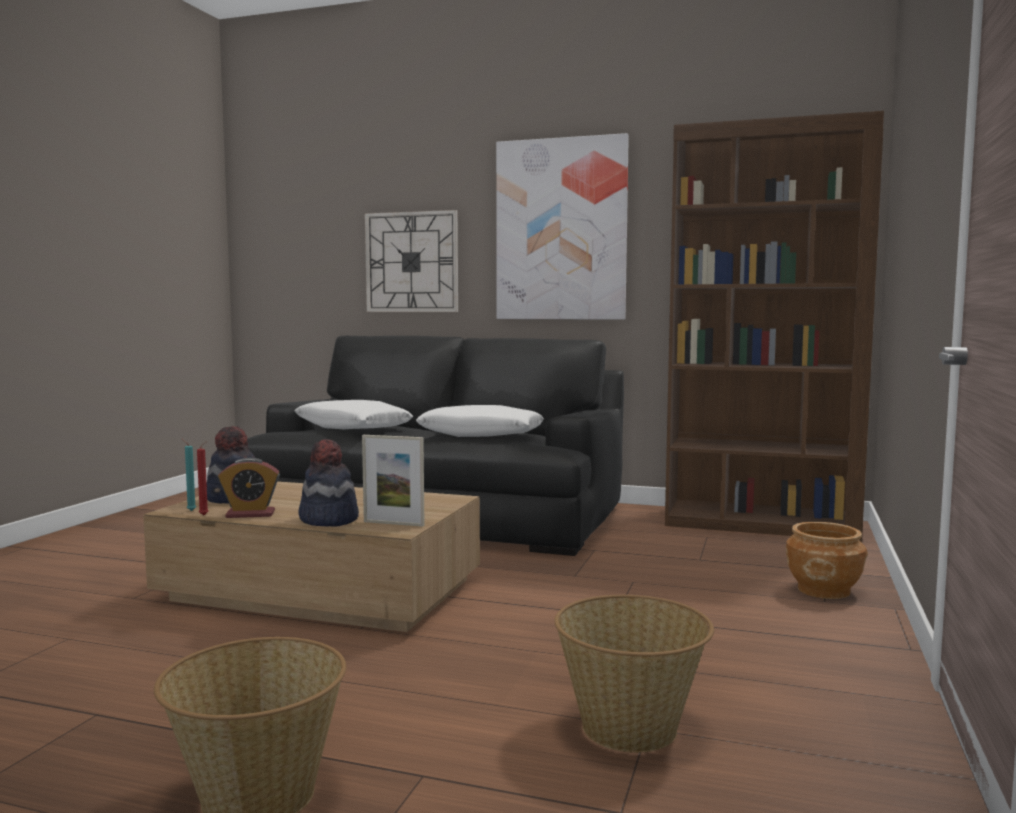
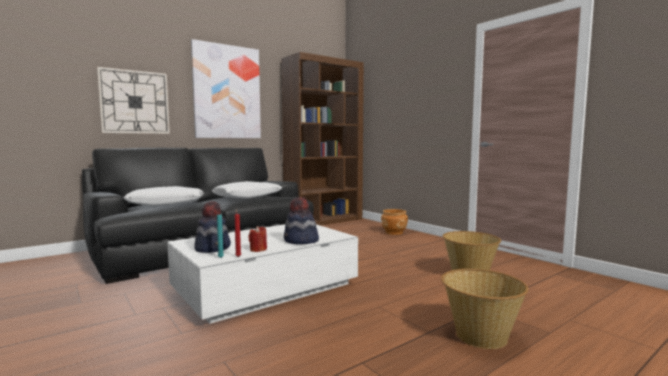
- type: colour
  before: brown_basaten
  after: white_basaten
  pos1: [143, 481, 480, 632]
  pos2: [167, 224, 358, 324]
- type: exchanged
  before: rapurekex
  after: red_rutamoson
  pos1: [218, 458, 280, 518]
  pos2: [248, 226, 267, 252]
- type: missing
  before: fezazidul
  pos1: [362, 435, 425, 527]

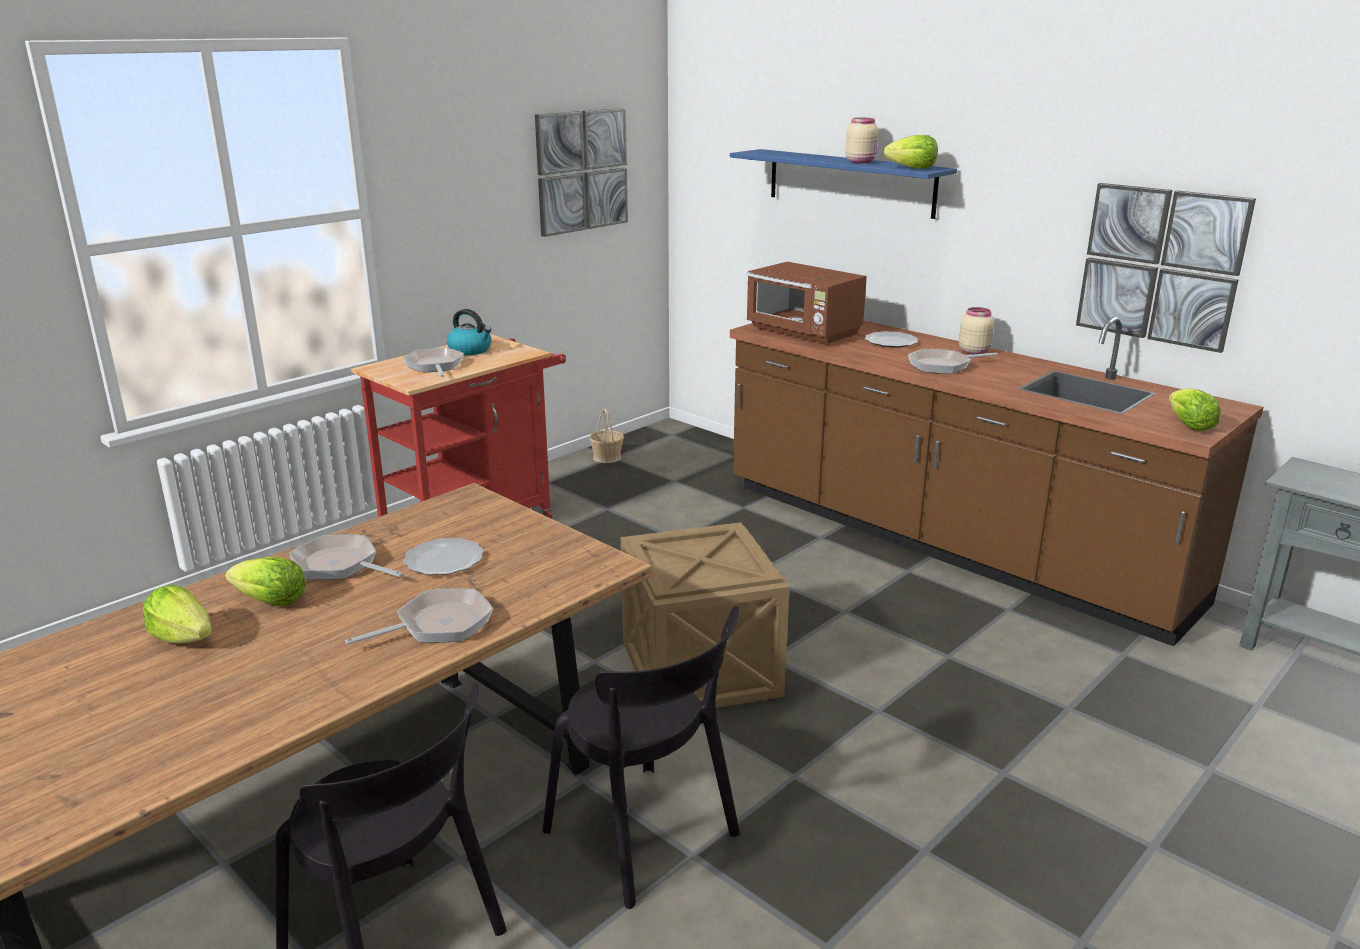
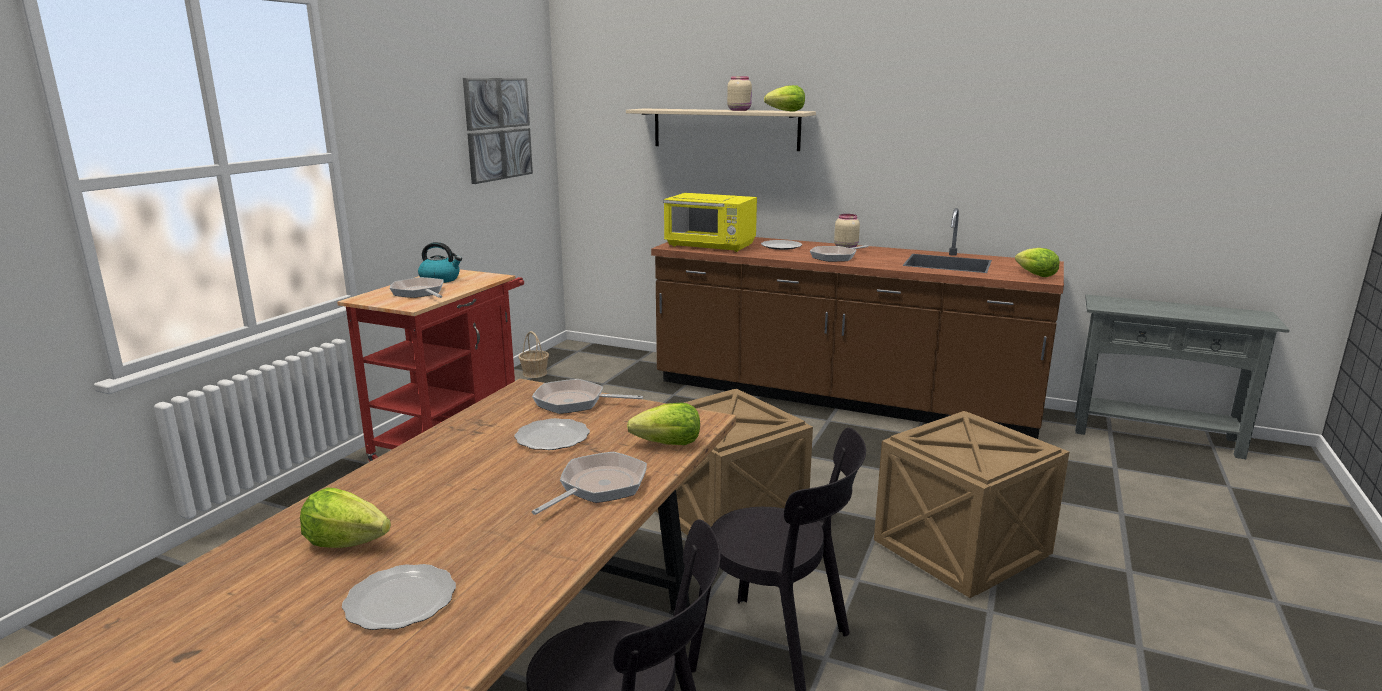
- type: appeared
  after: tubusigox
  pos2: [342, 564, 456, 630]
- type: relocated
  before: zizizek
  pos1: [290, 535, 403, 580]
  pos2: [532, 379, 643, 414]
- type: colour
  before: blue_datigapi
  after: beige_datigapi
  pos1: [730, 149, 957, 219]
  pos2: [626, 108, 816, 151]
- type: relocated
  before: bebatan
  pos1: [225, 557, 306, 606]
  pos2: [627, 403, 700, 445]
- type: colour
  before: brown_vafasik
  after: yellow_vafasik
  pos1: [746, 262, 867, 345]
  pos2: [663, 193, 757, 252]
- type: appeared
  after: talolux
  pos2: [874, 411, 1069, 598]
- type: missing
  before: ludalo
  pos1: [1076, 183, 1256, 353]

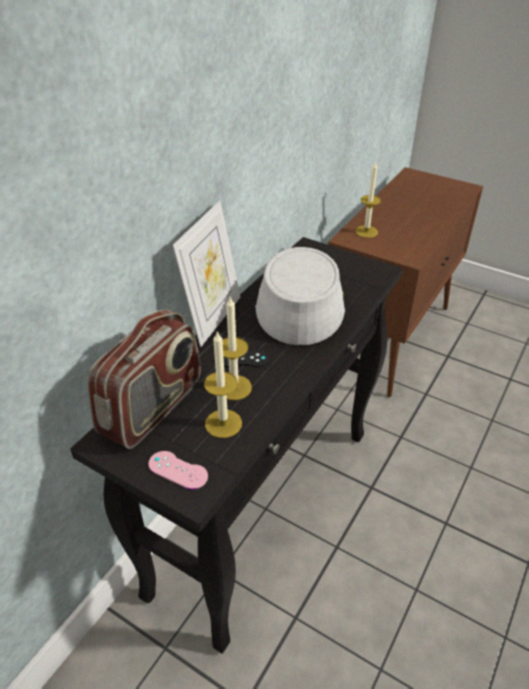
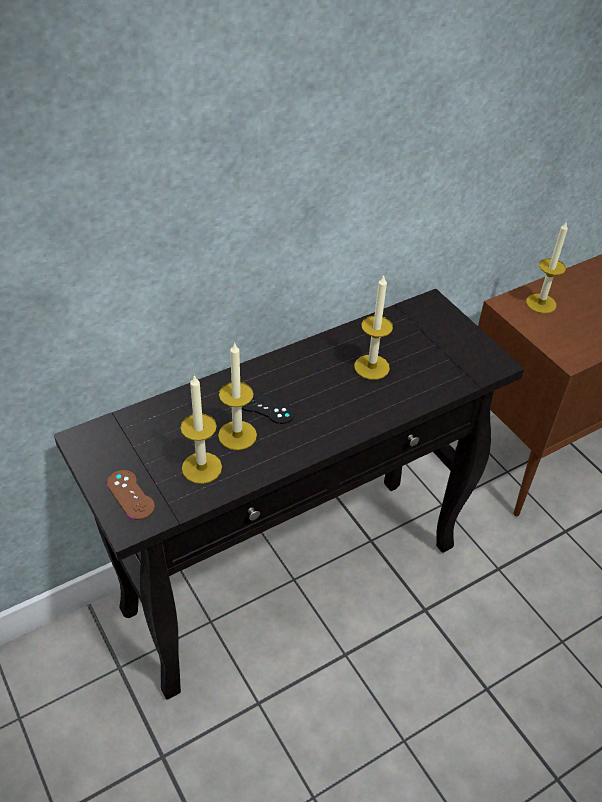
- type: colour
  before: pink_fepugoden
  after: brown_fepugoden
  pos1: [148, 451, 208, 489]
  pos2: [107, 470, 155, 520]
- type: exchanged
  before: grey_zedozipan
  after: rutamoson
  pos1: [255, 247, 345, 345]
  pos2: [354, 274, 393, 380]
- type: missing
  before: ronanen
  pos1: [87, 309, 201, 449]
- type: missing
  before: fezazidul
  pos1: [172, 200, 240, 347]

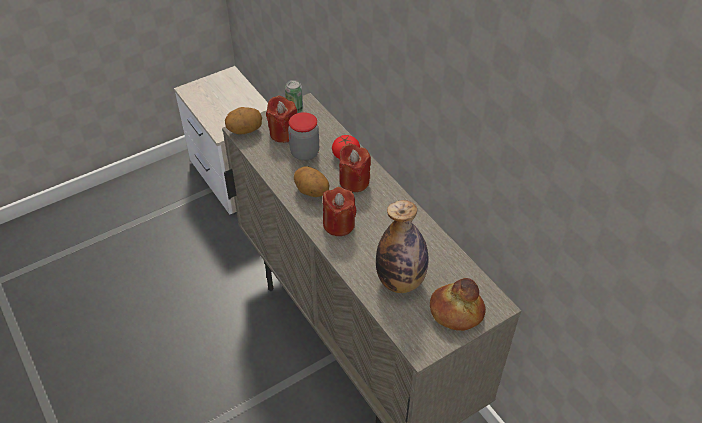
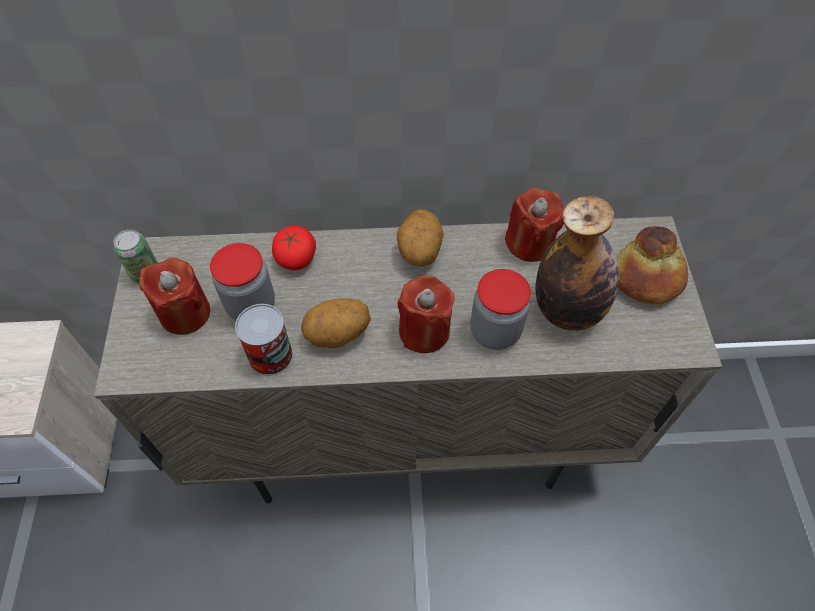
- type: appeared
  after: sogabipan
  pos2: [235, 304, 293, 376]
- type: relocated
  before: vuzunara
  pos1: [225, 107, 262, 135]
  pos2: [397, 209, 444, 267]
- type: appeared
  after: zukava
  pos2: [471, 269, 531, 350]
- type: relocated
  before: red_rutamoson
  pos1: [339, 143, 371, 192]
  pos2: [505, 187, 564, 262]

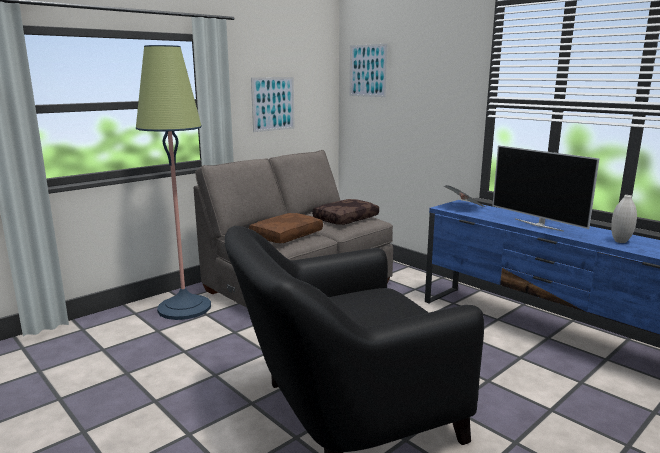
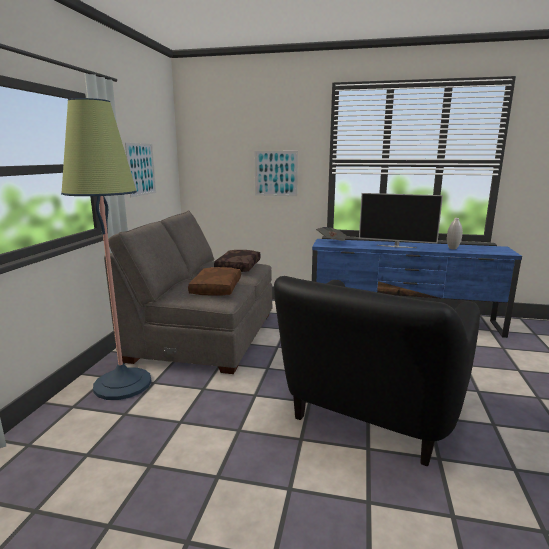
- type: relocated
  before: ludalo
  pos1: [350, 44, 388, 97]
  pos2: [255, 151, 298, 196]

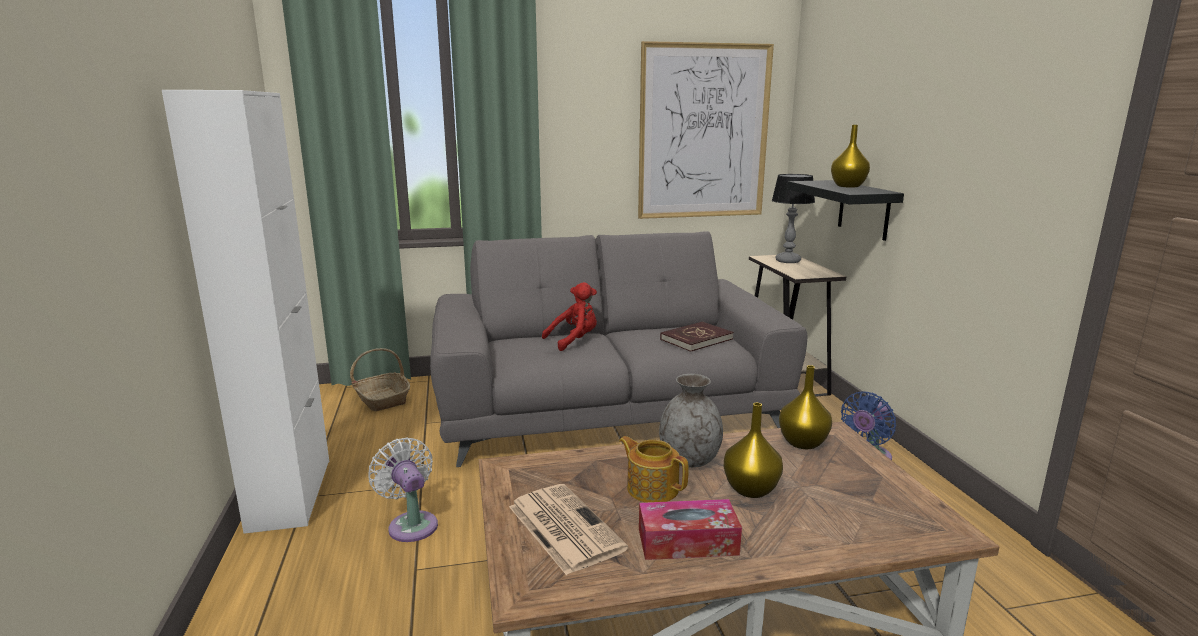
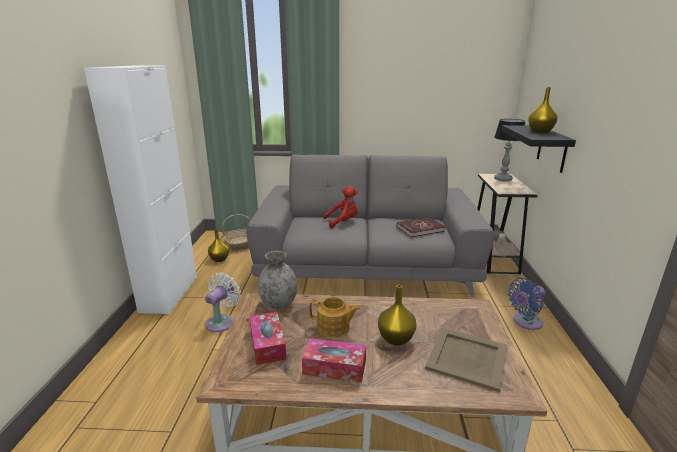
- type: spun
  before: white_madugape
  pos1: [368, 437, 438, 542]
  pos2: [205, 273, 241, 332]
  turn: 45
- type: relocated
  before: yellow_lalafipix
  pos1: [779, 365, 832, 449]
  pos2: [208, 228, 229, 262]
- type: exchanged
  before: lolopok
  after: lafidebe
  pos1: [509, 484, 628, 575]
  pos2: [250, 312, 286, 365]
- type: relocated
  before: grey_lalafipix
  pos1: [659, 374, 723, 468]
  pos2: [258, 251, 298, 309]
- type: spun
  before: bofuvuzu
  pos1: [619, 436, 689, 502]
  pos2: [309, 297, 361, 338]
  turn: 135
- type: appeared
  after: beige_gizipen
  pos2: [425, 327, 508, 392]
- type: missing
  before: ludalo
  pos1: [638, 41, 774, 219]

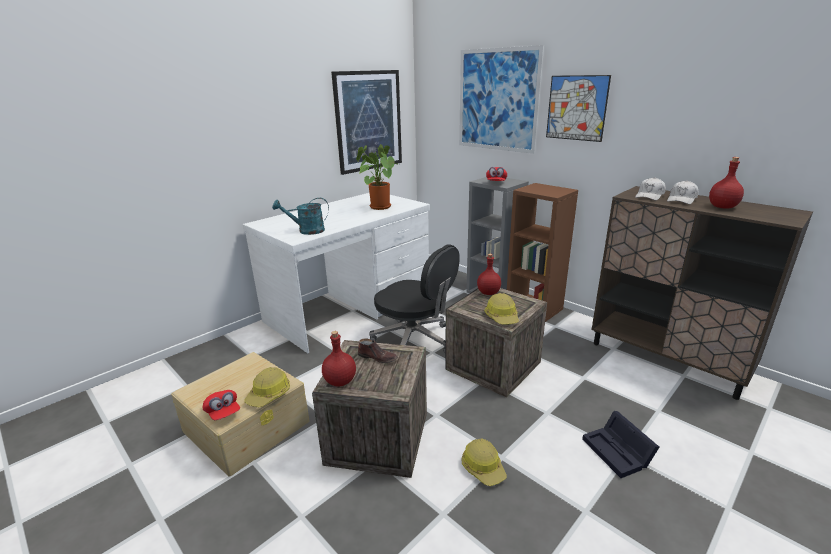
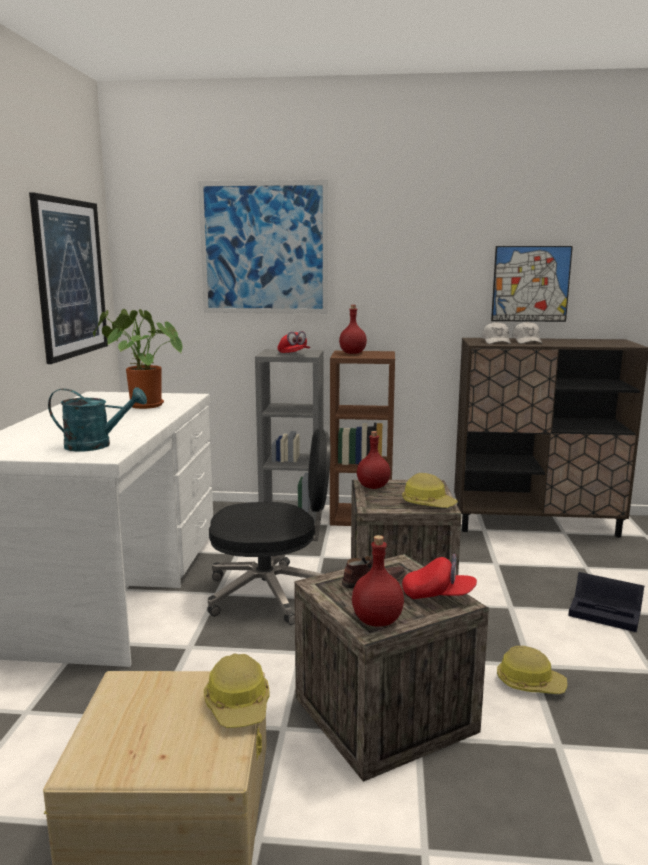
- type: spun
  before: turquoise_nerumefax
  pos1: [272, 198, 329, 235]
  pos2: [48, 387, 147, 451]
  turn: -135
- type: relocated
  before: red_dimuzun
  pos1: [709, 157, 744, 209]
  pos2: [339, 305, 367, 354]
- type: relocated
  before: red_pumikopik
  pos1: [202, 390, 240, 420]
  pos2: [402, 554, 477, 599]
- type: relocated
  before: ludalo
  pos1: [546, 75, 611, 142]
  pos2: [491, 246, 573, 322]

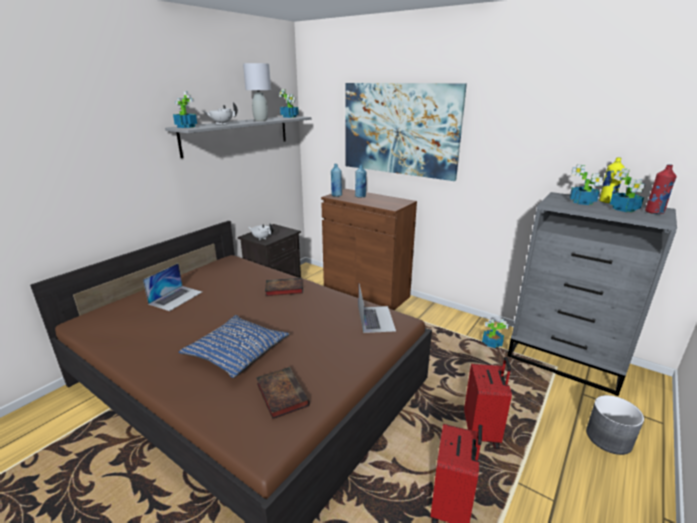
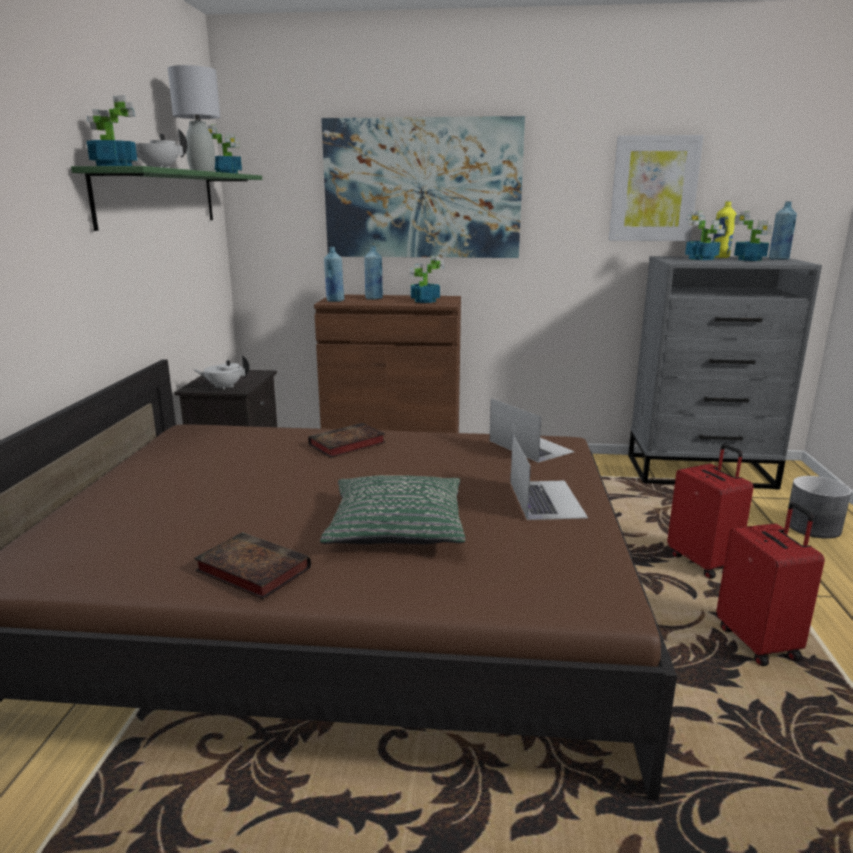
- type: colour
  before: grey_datigapi
  after: green_datigapi
  pos1: [165, 116, 311, 158]
  pos2: [71, 166, 262, 231]
- type: relocated
  before: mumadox
  pos1: [256, 367, 310, 419]
  pos2: [194, 532, 311, 600]
- type: colour
  before: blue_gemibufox
  after: green_gemibufox
  pos1: [179, 315, 289, 378]
  pos2: [320, 475, 465, 544]
- type: relocated
  before: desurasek
  pos1: [482, 319, 509, 348]
  pos2: [410, 256, 444, 303]
- type: relocated
  before: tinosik
  pos1: [143, 263, 202, 311]
  pos2: [510, 434, 588, 520]
- type: appeared
  after: ludalo
  pos2: [609, 135, 704, 241]
- type: colour
  before: red_dimuzun
  after: blue_dimuzun
  pos1: [645, 164, 677, 214]
  pos2: [769, 201, 797, 260]

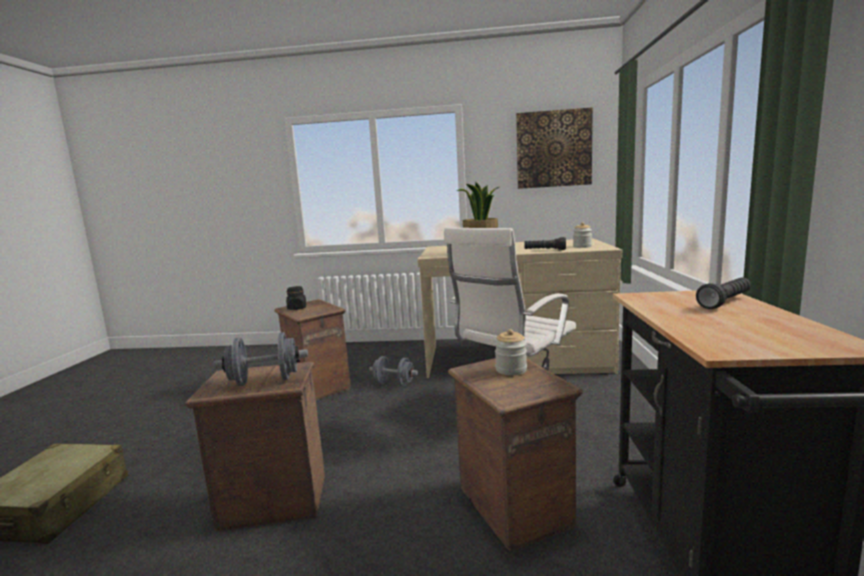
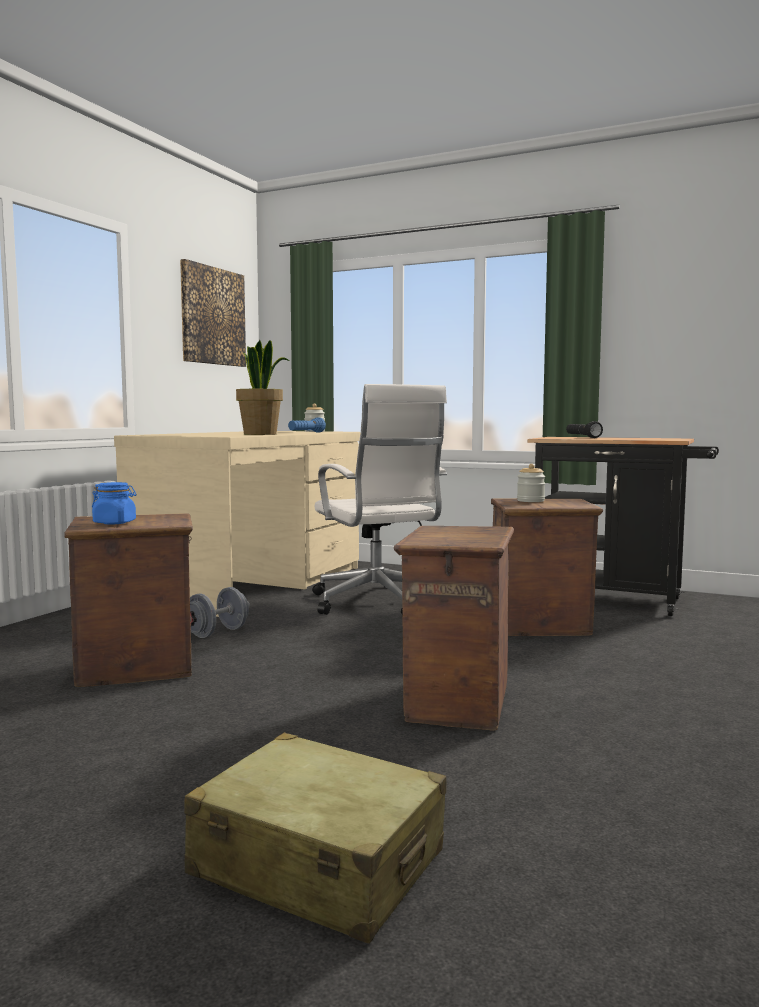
- type: colour
  before: black_zukava
  after: blue_zukava
  pos1: [286, 286, 306, 310]
  pos2: [92, 482, 137, 525]
- type: colour
  before: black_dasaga
  after: blue_dasaga
  pos1: [524, 237, 566, 250]
  pos2: [288, 417, 326, 433]
- type: missing
  before: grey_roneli
  pos1: [214, 332, 308, 386]

